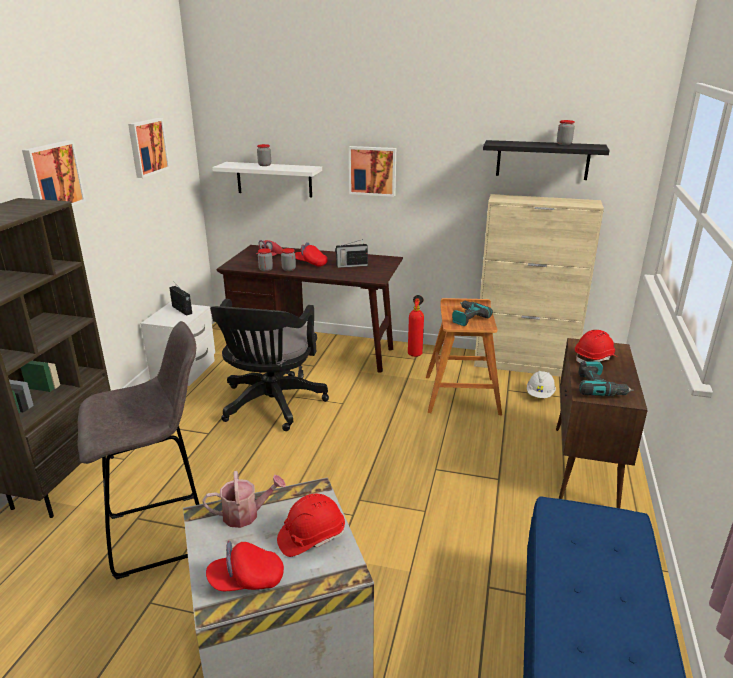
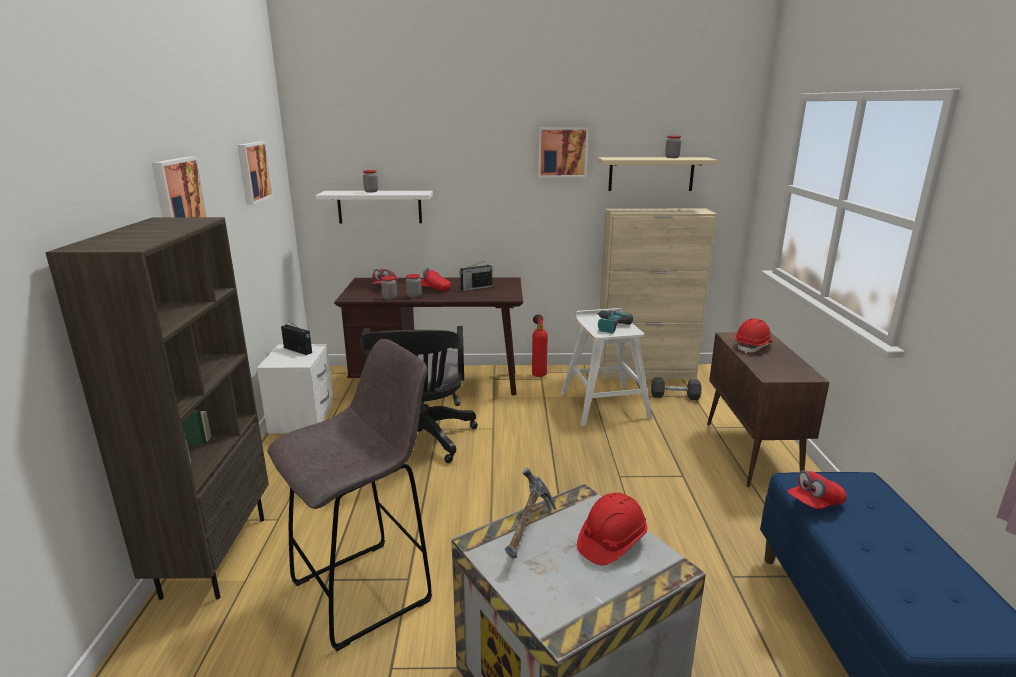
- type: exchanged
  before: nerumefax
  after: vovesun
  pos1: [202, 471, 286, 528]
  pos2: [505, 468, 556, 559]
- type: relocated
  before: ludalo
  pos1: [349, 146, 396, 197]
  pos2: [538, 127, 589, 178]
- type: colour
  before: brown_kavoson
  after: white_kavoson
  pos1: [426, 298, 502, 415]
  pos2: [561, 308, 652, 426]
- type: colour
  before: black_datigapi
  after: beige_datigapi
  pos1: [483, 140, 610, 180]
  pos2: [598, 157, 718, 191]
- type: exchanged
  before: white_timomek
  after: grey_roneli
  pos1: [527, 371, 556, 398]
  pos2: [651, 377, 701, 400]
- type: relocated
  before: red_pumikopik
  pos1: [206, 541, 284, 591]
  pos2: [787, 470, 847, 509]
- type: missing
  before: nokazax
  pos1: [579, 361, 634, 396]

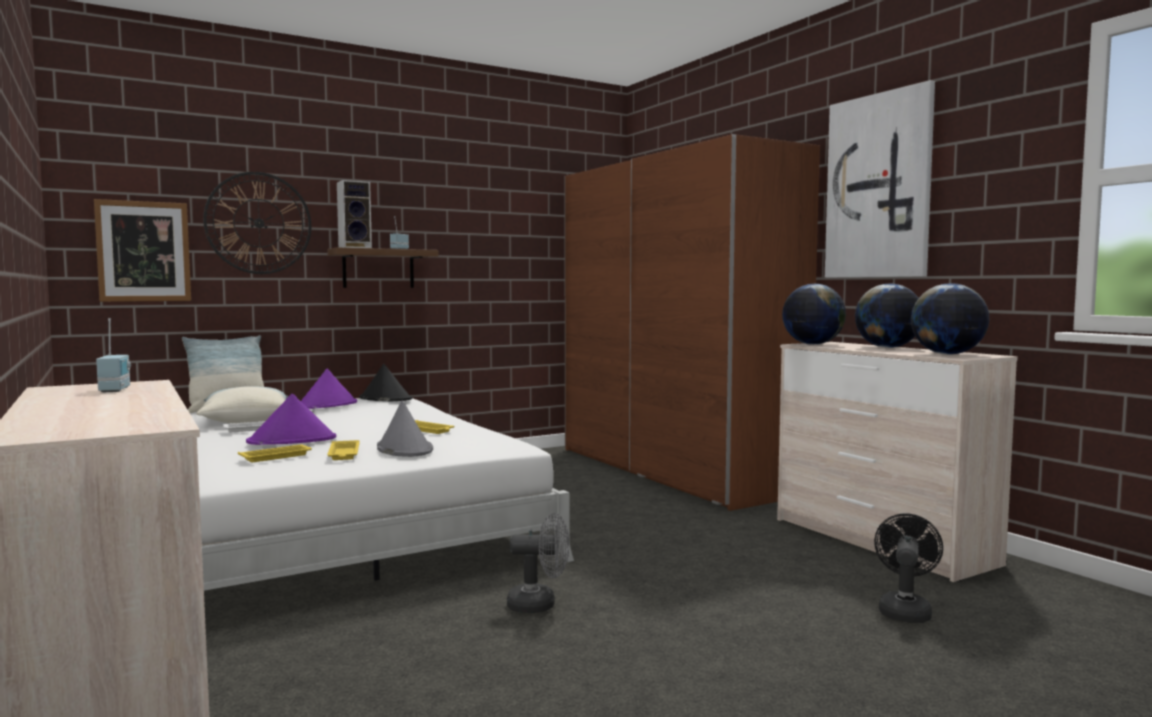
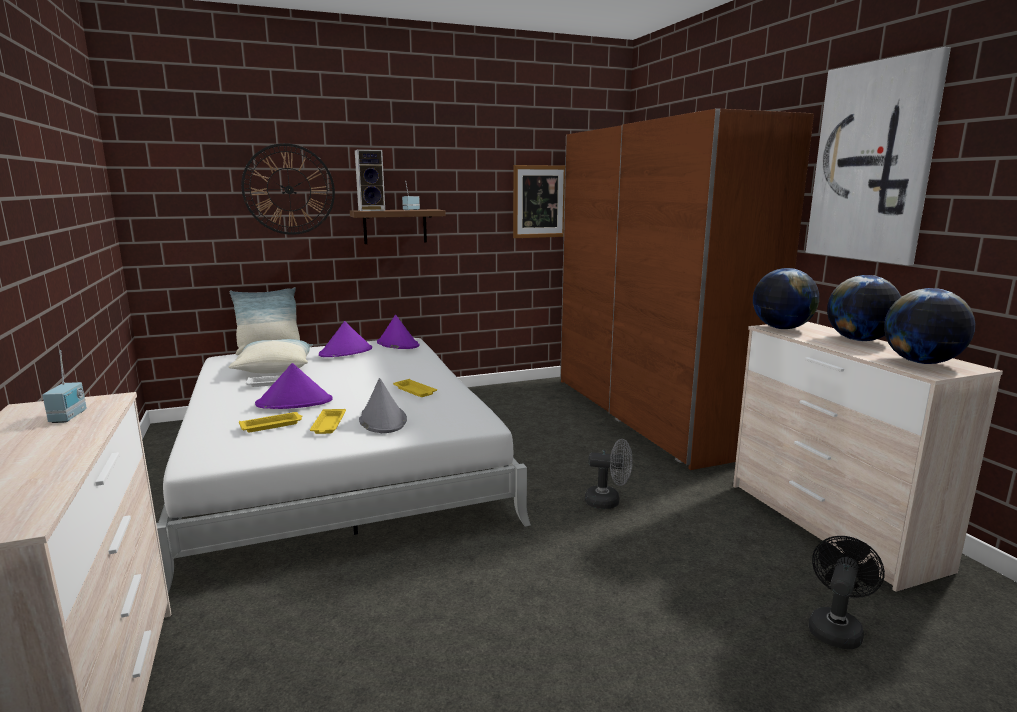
- type: colour
  before: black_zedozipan
  after: purple_zedozipan
  pos1: [359, 364, 413, 401]
  pos2: [377, 315, 419, 349]
- type: relocated
  before: ludalo
  pos1: [94, 199, 191, 302]
  pos2: [513, 165, 565, 238]
- type: relocated
  before: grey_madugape
  pos1: [507, 513, 569, 613]
  pos2: [585, 439, 633, 509]

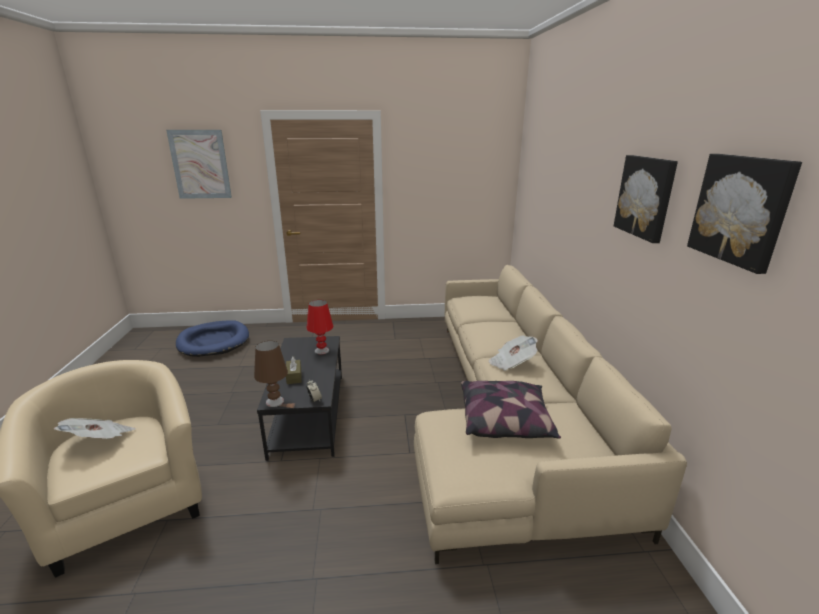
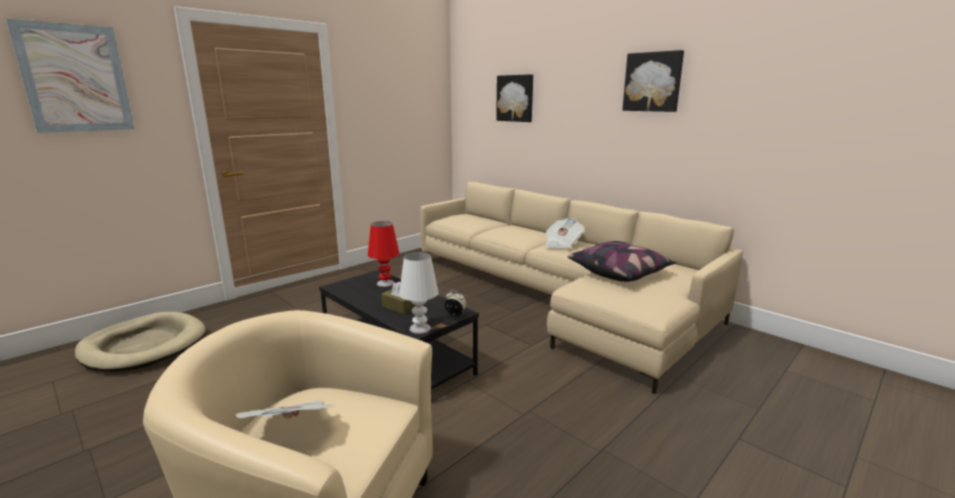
- type: colour
  before: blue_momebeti
  after: beige_momebeti
  pos1: [176, 320, 249, 357]
  pos2: [75, 312, 206, 372]
- type: colour
  before: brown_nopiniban
  after: white_nopiniban
  pos1: [254, 341, 288, 407]
  pos2: [399, 252, 438, 334]
- type: relocated
  before: ludalo
  pos1: [687, 154, 802, 274]
  pos2: [496, 74, 533, 122]

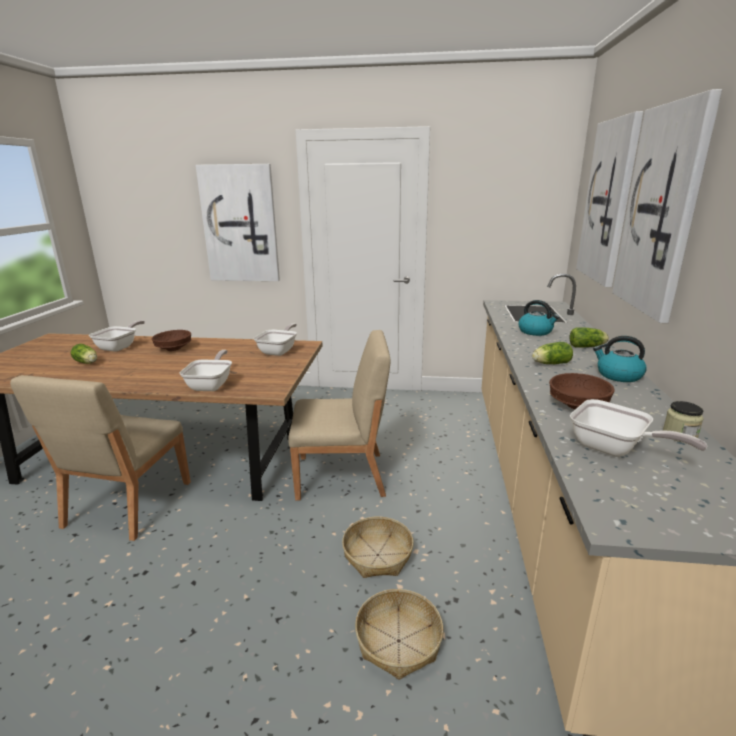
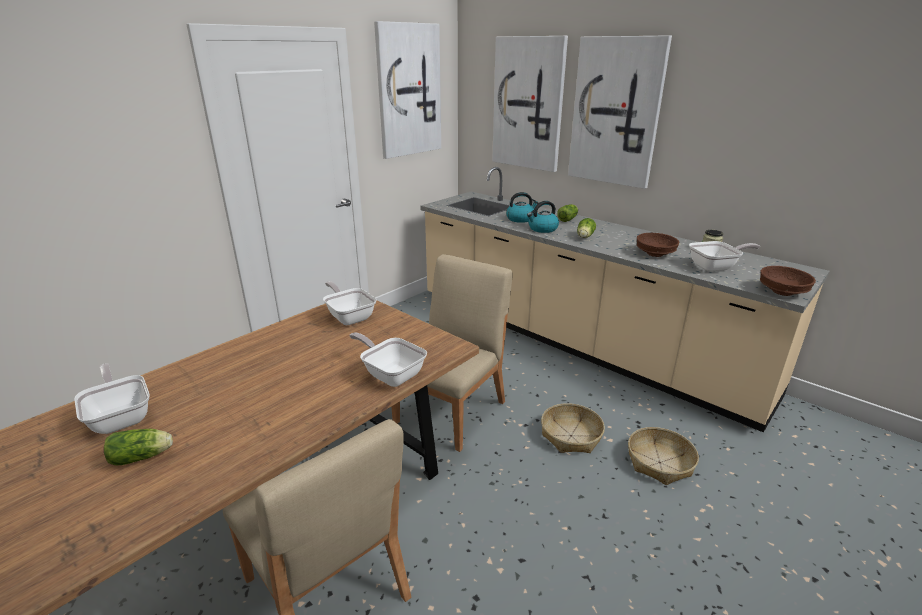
- type: relocated
  before: ludalo
  pos1: [196, 164, 280, 281]
  pos2: [374, 21, 441, 159]
- type: relocated
  before: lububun
  pos1: [593, 336, 647, 382]
  pos2: [527, 201, 559, 233]
- type: relocated
  before: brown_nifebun
  pos1: [152, 330, 191, 351]
  pos2: [760, 266, 816, 296]

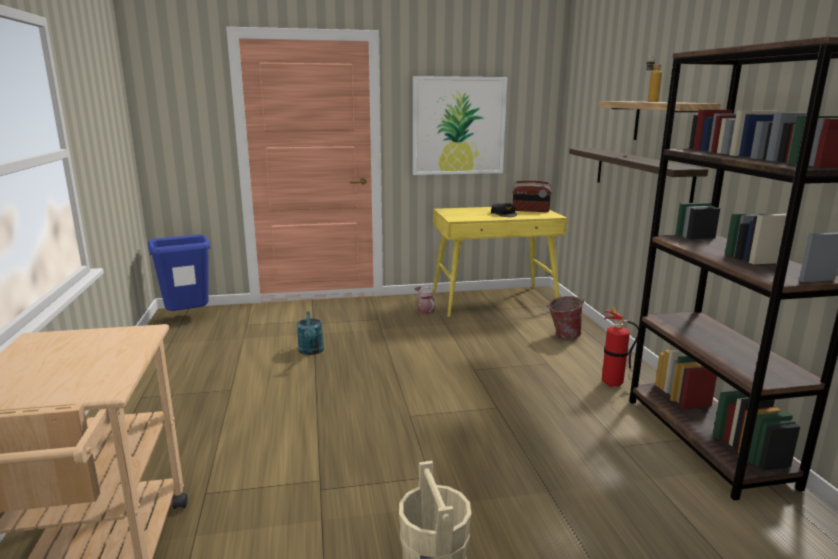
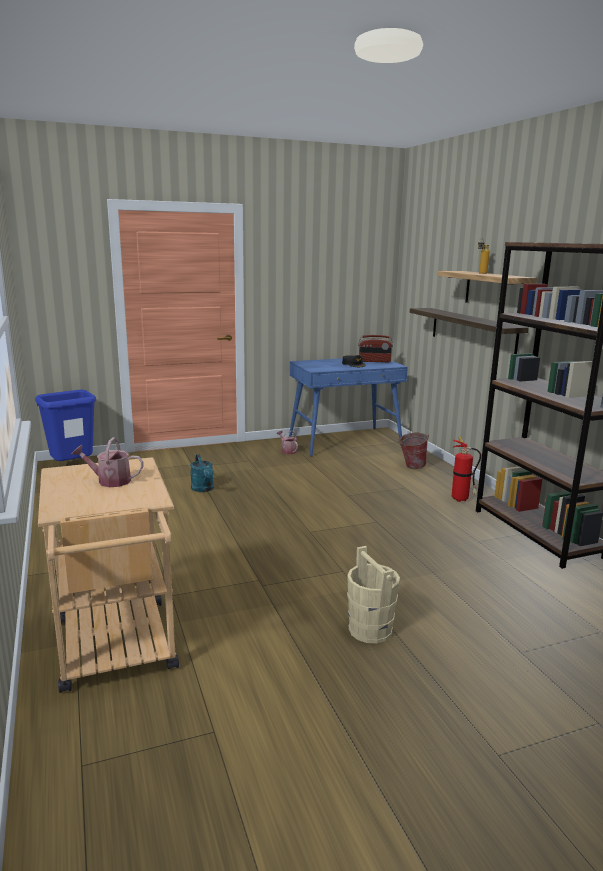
- type: appeared
  after: nerumefax
  pos2: [72, 437, 143, 487]
- type: colour
  before: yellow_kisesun
  after: blue_kisesun
  pos1: [432, 207, 567, 317]
  pos2: [289, 358, 408, 456]
- type: missing
  before: ludalo
  pos1: [413, 76, 508, 175]

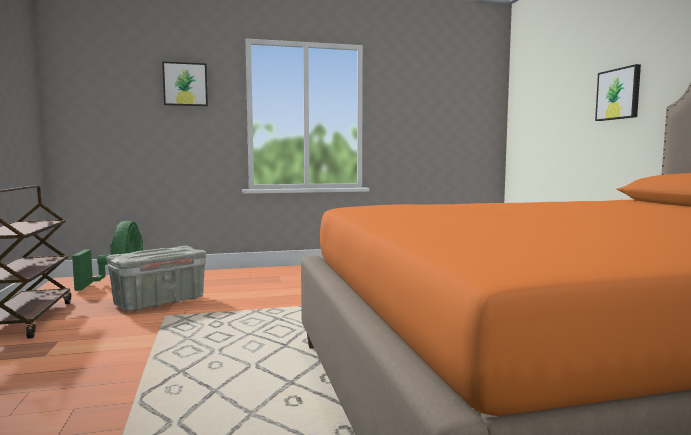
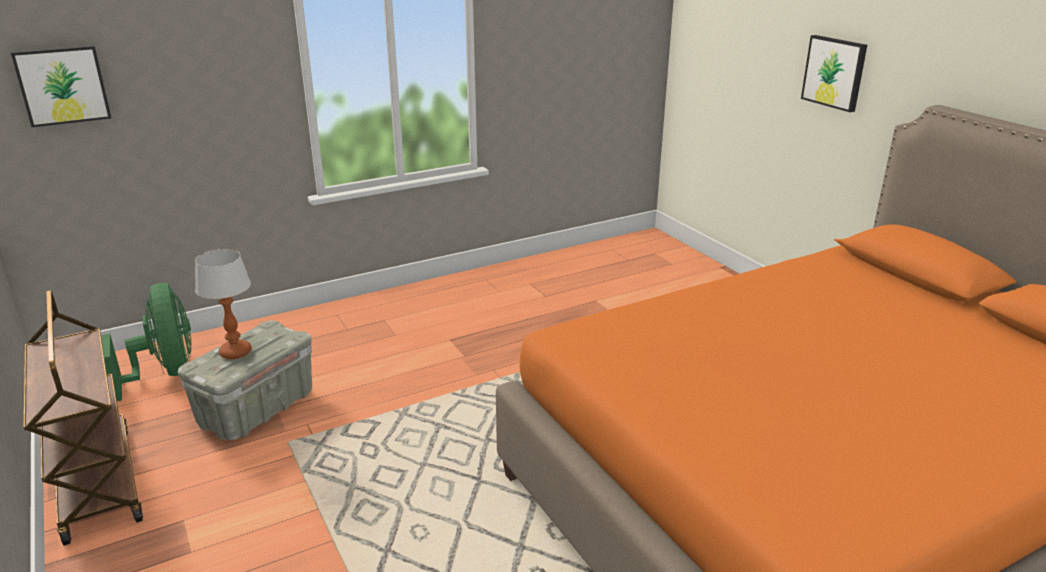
- type: relocated
  before: ludalo
  pos1: [162, 61, 208, 106]
  pos2: [11, 45, 111, 127]
- type: appeared
  after: nopiniban
  pos2: [195, 249, 252, 359]

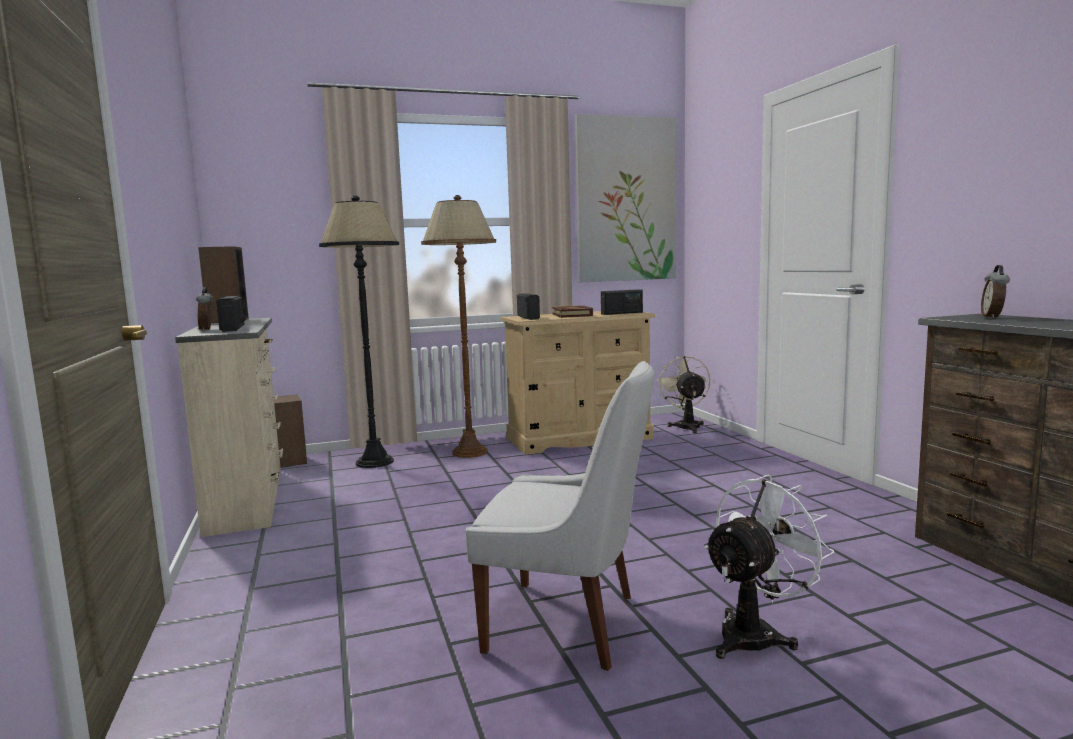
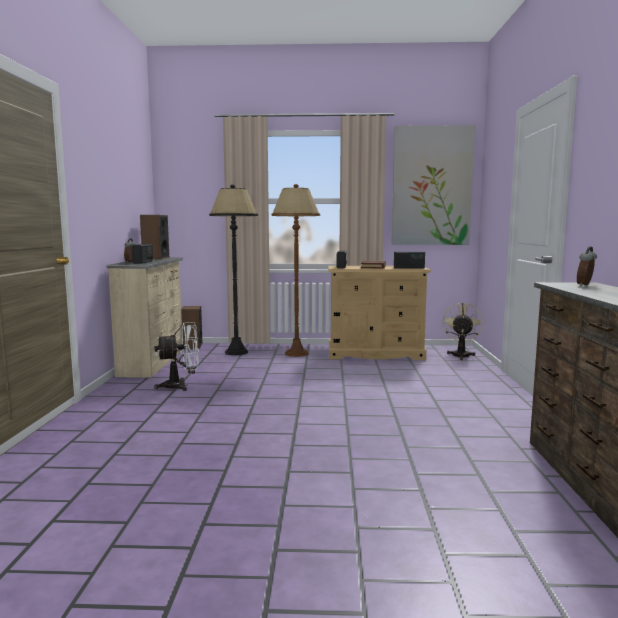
- type: relocated
  before: white_madugape
  pos1: [704, 475, 835, 659]
  pos2: [154, 322, 199, 391]
- type: missing
  before: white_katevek
  pos1: [466, 361, 655, 671]

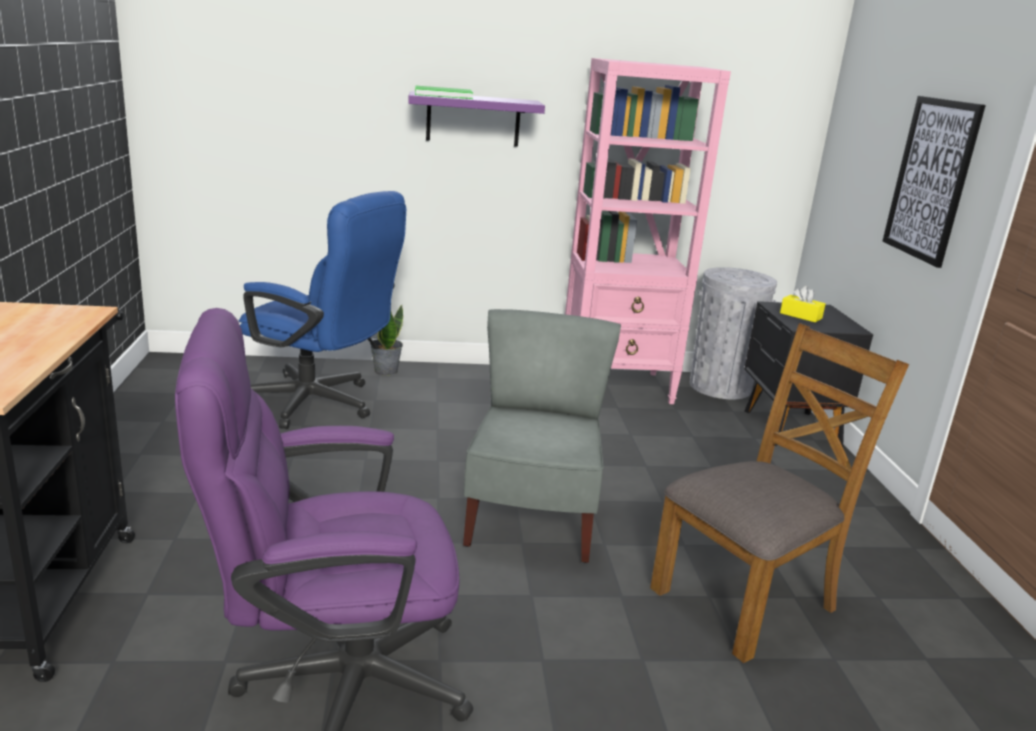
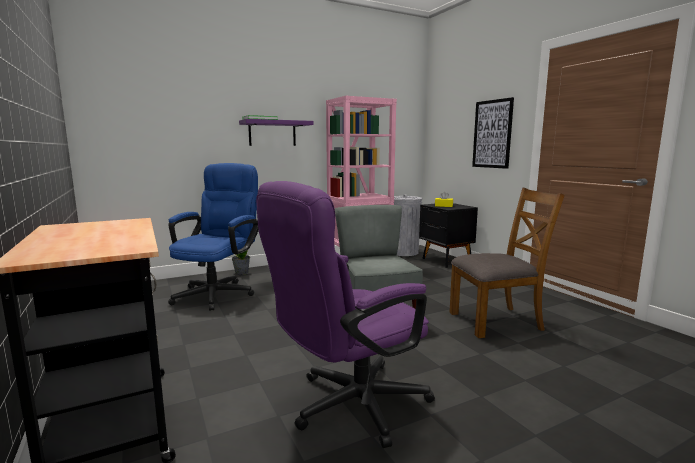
- type: spun
  before: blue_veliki
  pos1: [239, 191, 406, 429]
  pos2: [168, 163, 259, 311]
  turn: -75
- type: spun
  before: brown_katevek
  pos1: [650, 323, 909, 663]
  pos2: [449, 187, 565, 338]
  turn: 45

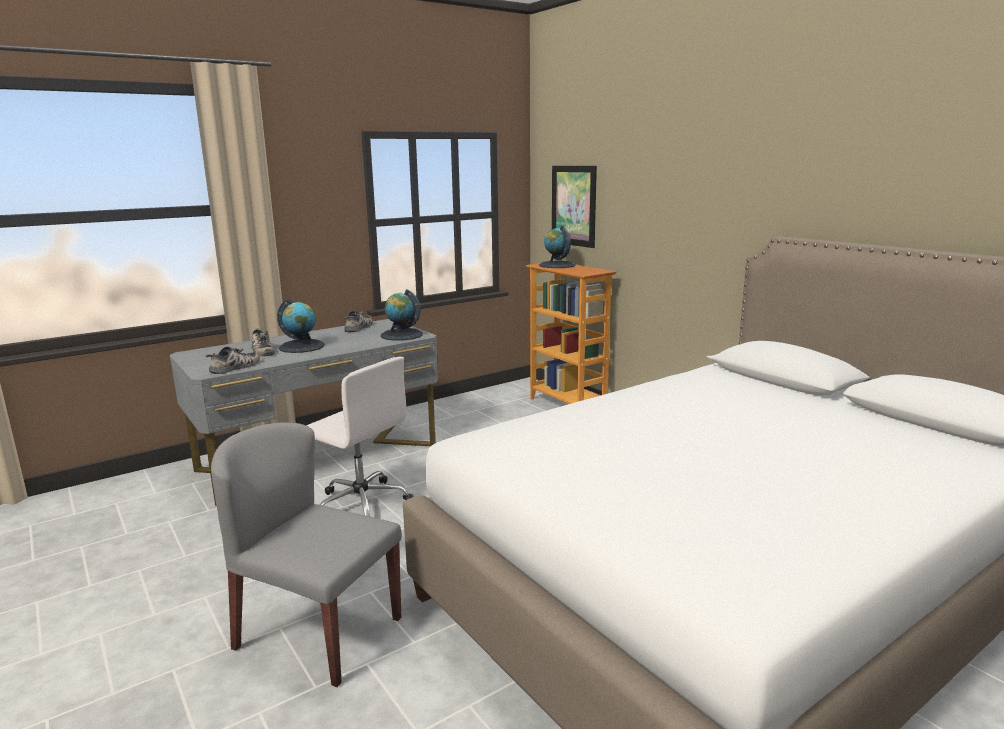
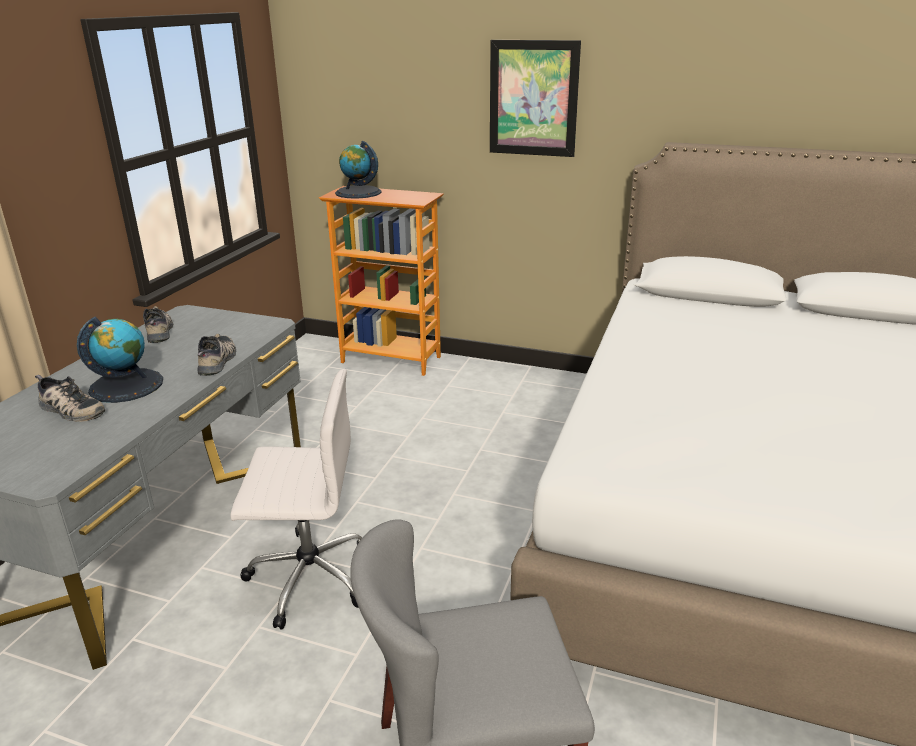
- type: relocated
  before: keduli
  pos1: [205, 347, 260, 374]
  pos2: [198, 334, 236, 376]
- type: relocated
  before: ludalo
  pos1: [552, 166, 597, 248]
  pos2: [490, 40, 581, 157]
- type: missing
  before: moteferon
  pos1: [380, 289, 423, 341]

